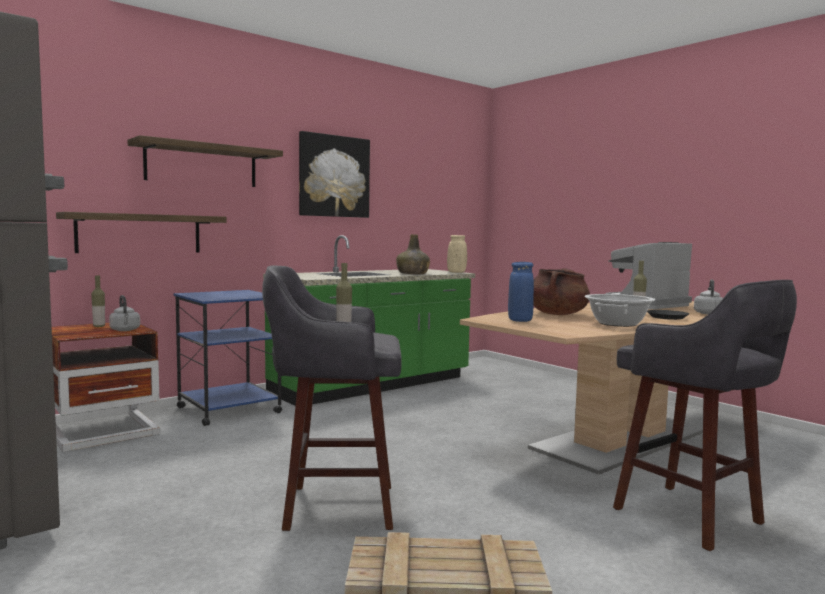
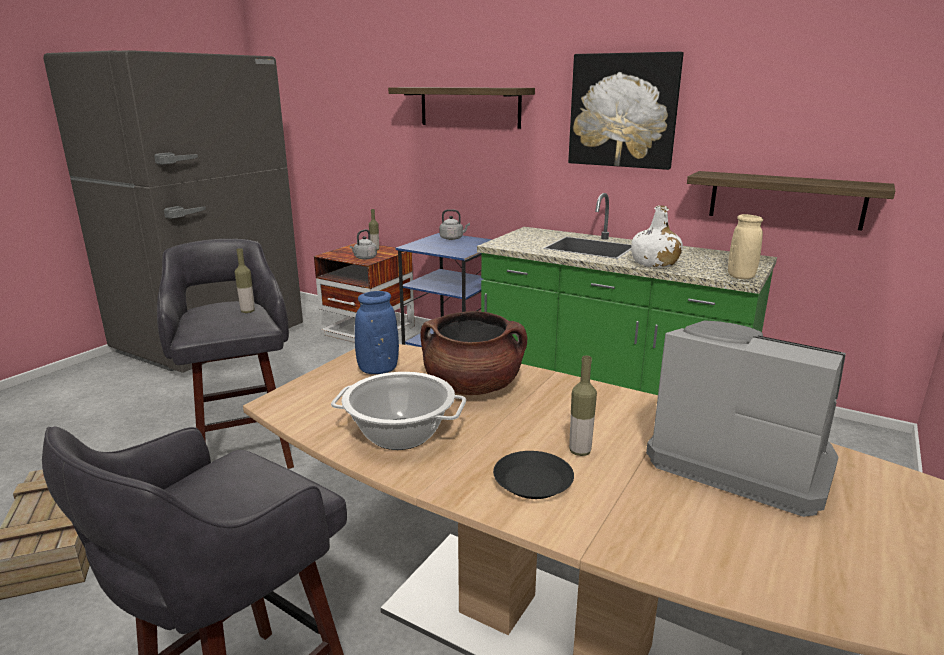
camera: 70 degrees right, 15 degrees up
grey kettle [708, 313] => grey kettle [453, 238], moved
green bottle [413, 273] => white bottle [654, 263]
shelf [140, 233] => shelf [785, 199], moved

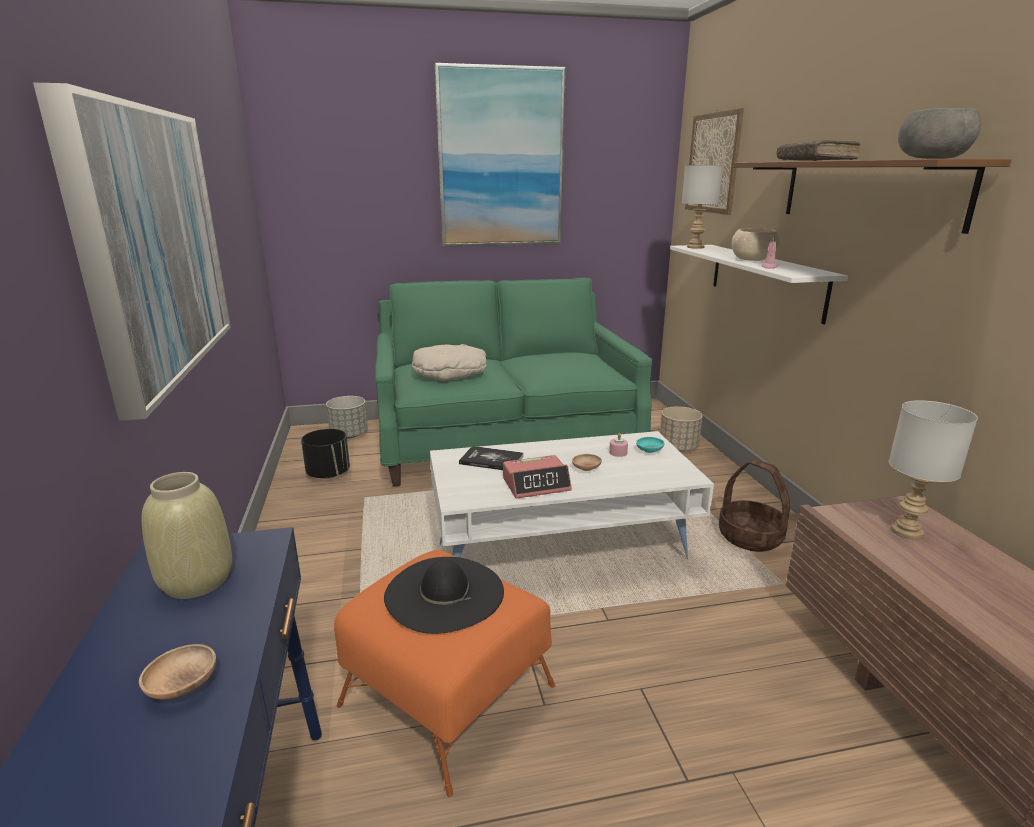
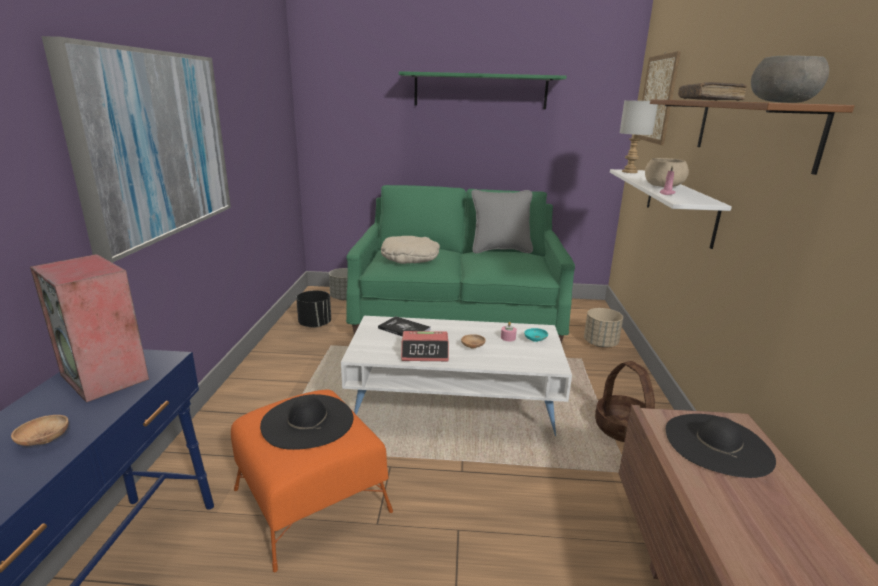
camera: 15 degrees right, 0 degrees up
beige vase [198, 581] => speaker [106, 377]
picture [501, 159] => green shelf [480, 91]
nothing => grey pillow [500, 250]
grey table lamp [905, 531] => black hat [717, 444]

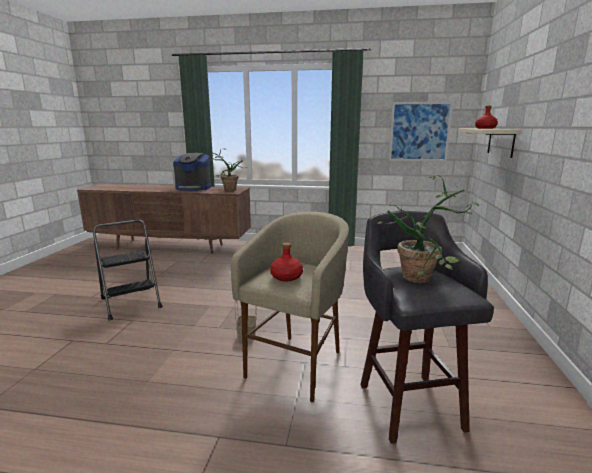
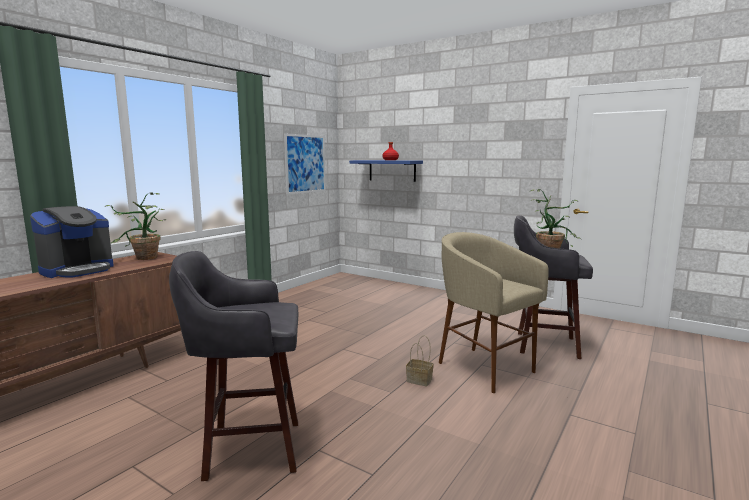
camera: 65 degrees left, 5 degrees down
black step ladder [131, 301] => grey stool [248, 450]
beige shelf [501, 142] => blue shelf [392, 170]
red bottle [286, 277] => nothing

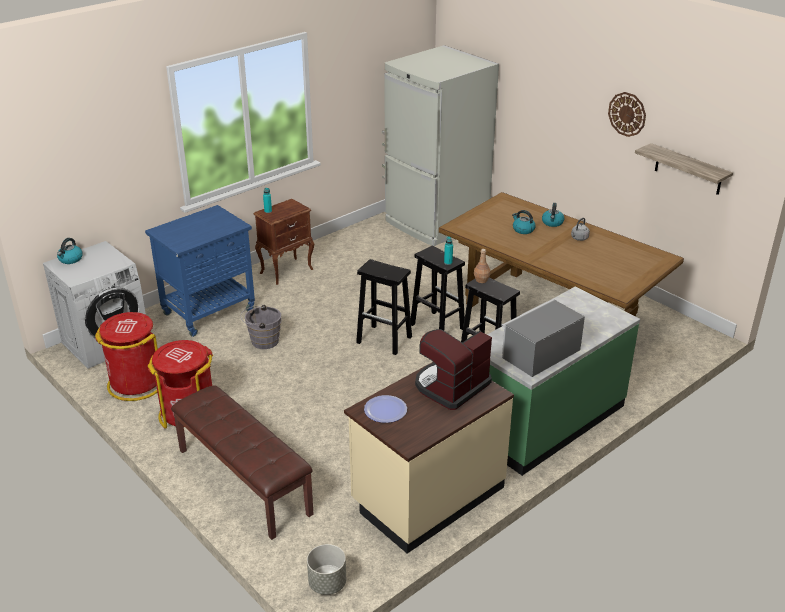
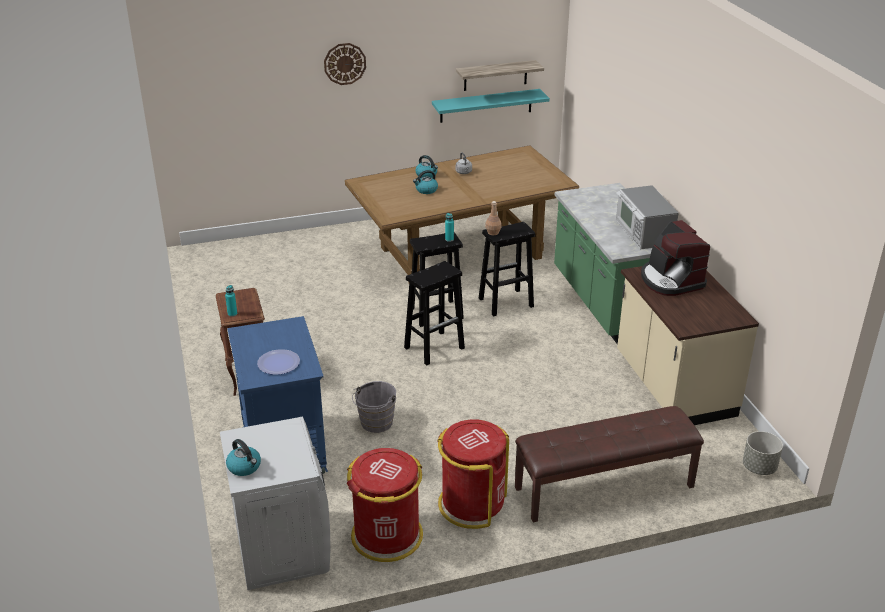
camera: 65 degrees left, 0 degrees up
plate [385, 410] => plate [278, 363], moved
wall clock [627, 114] => wall clock [345, 63], moved
nothing => turquoise shelf [486, 105]
white fridge [435, 221] => nothing

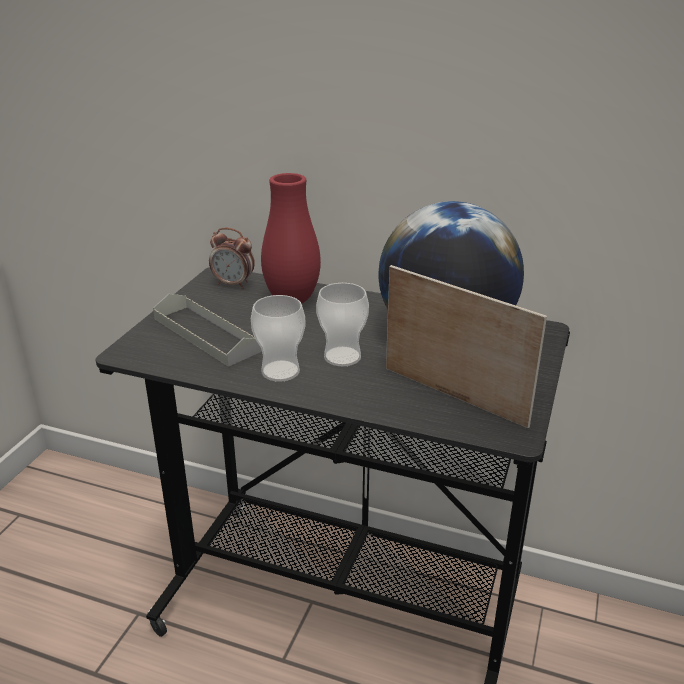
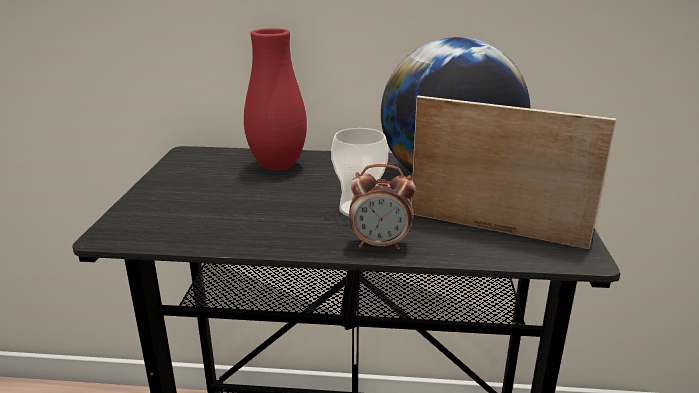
camera: 15 degrees left, 5 degrees down
alarm clock [233, 284] => alarm clock [380, 244], moved
grey tray [206, 334] => nothing
cup [280, 371] => nothing

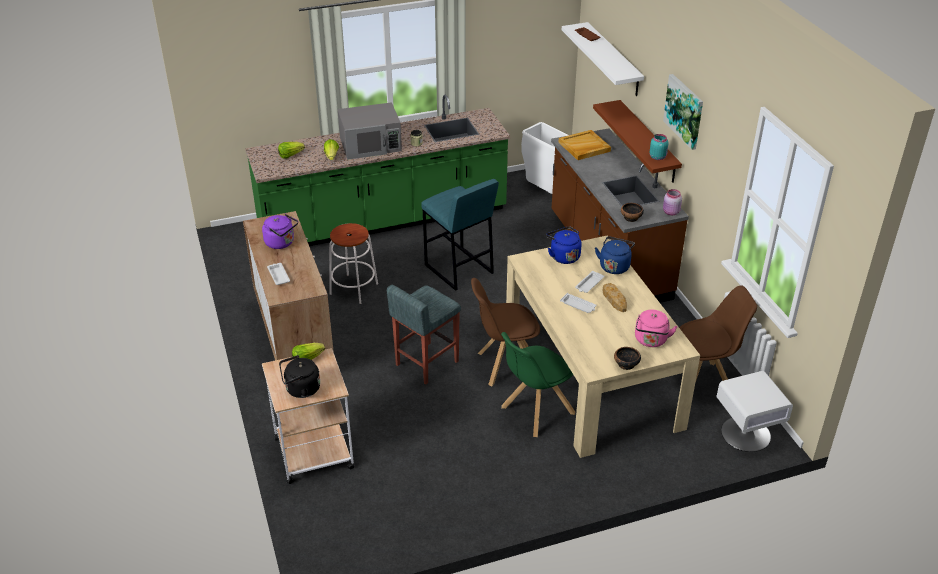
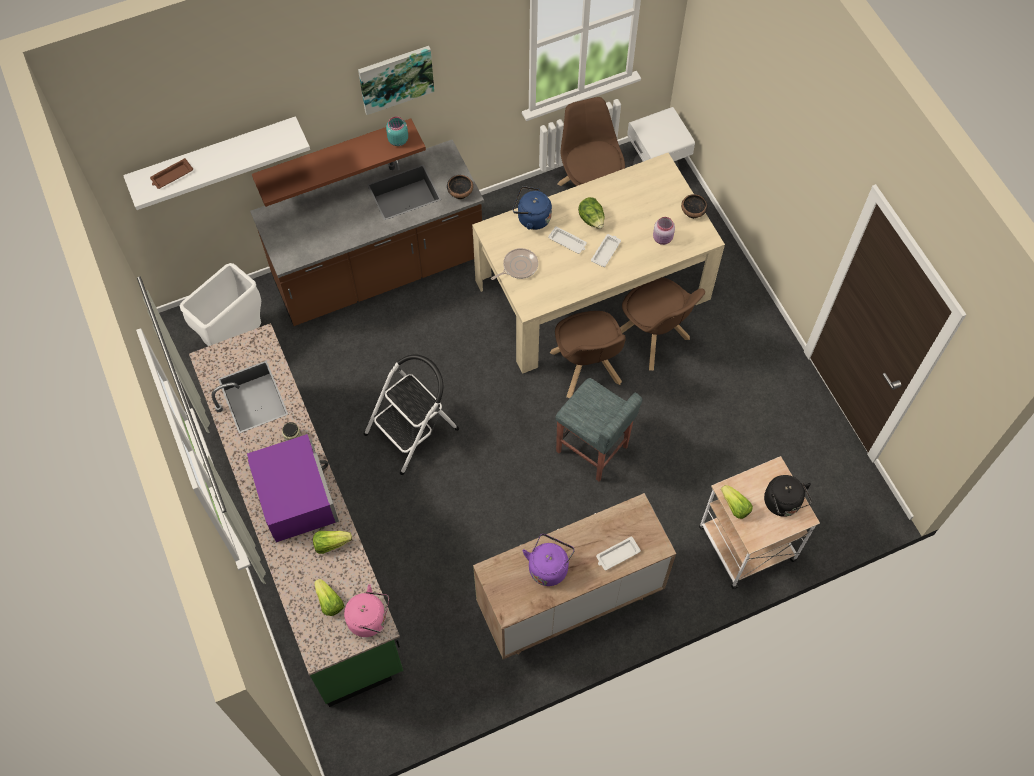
camera: 95 degrees left, 25 degrees up
grey microwave [371, 144] => purple microwave [296, 496]
pink kettle [651, 341] => pink kettle [370, 619], moved
turquoise stool [460, 270] => step ladder [414, 430]
blue kettle [563, 256] => frying pan [518, 266]
bread [614, 299] => lettuce [591, 220]
green chair [535, 412] => brown chair [653, 339]
pink jar [670, 212] => pink jar [663, 238], moved
white stool [354, 289] => nothing
beige tray [584, 147] => nothing

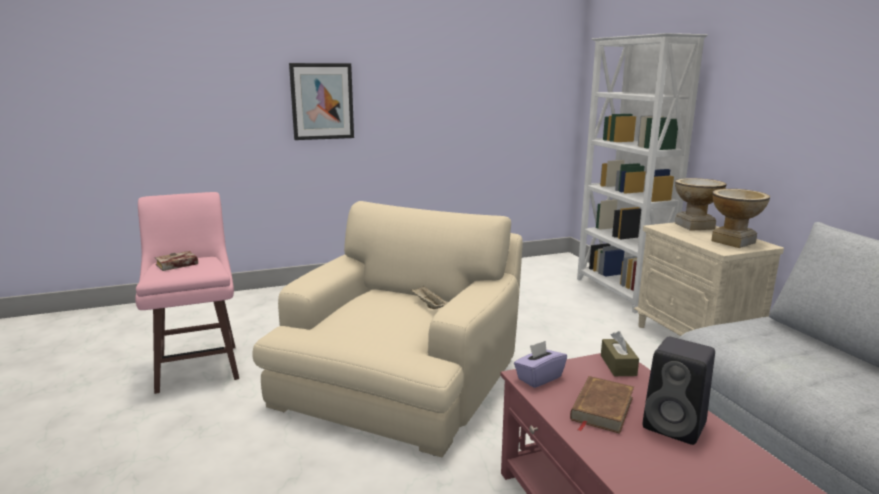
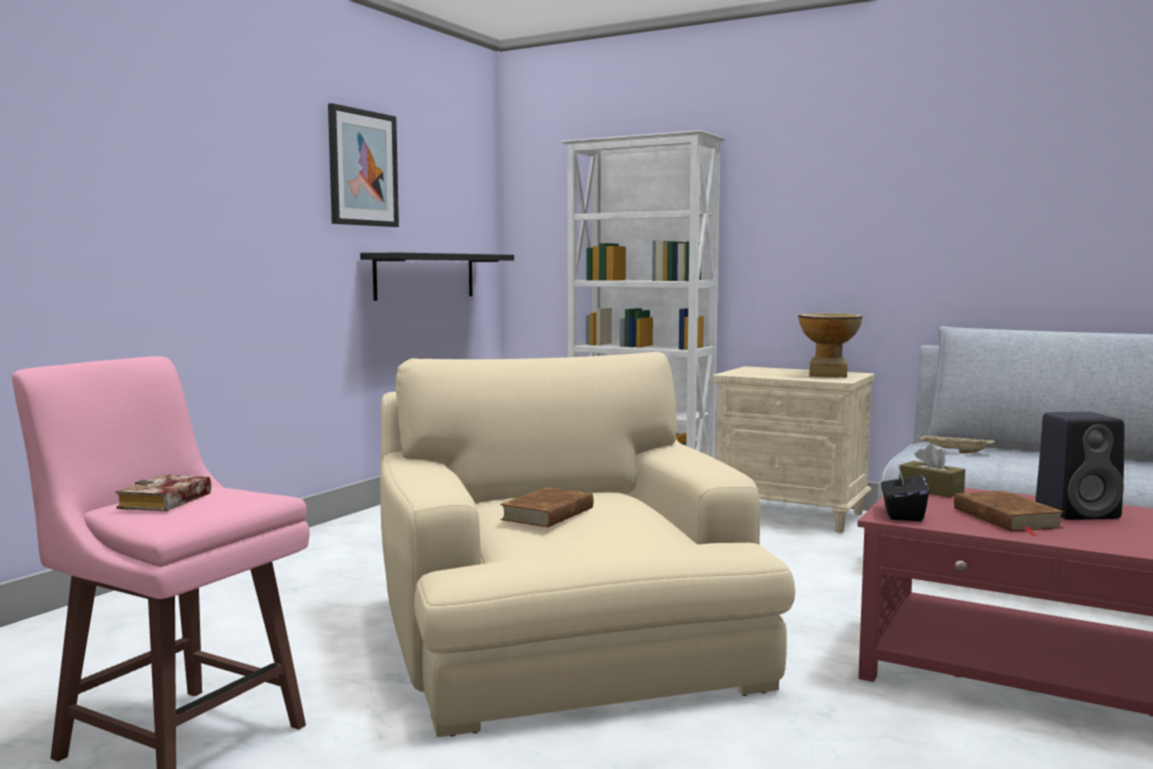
camera: 40 degrees left, 10 degrees down
picture [322, 101] => picture [362, 168], moved
nothing => black shelf [425, 276]
nothing => brown book [548, 514]
purple tissue box [539, 378] => black tissue box [902, 514]
beige tray [428, 305] => beige tray [955, 452], moved
vase [694, 226] => nothing

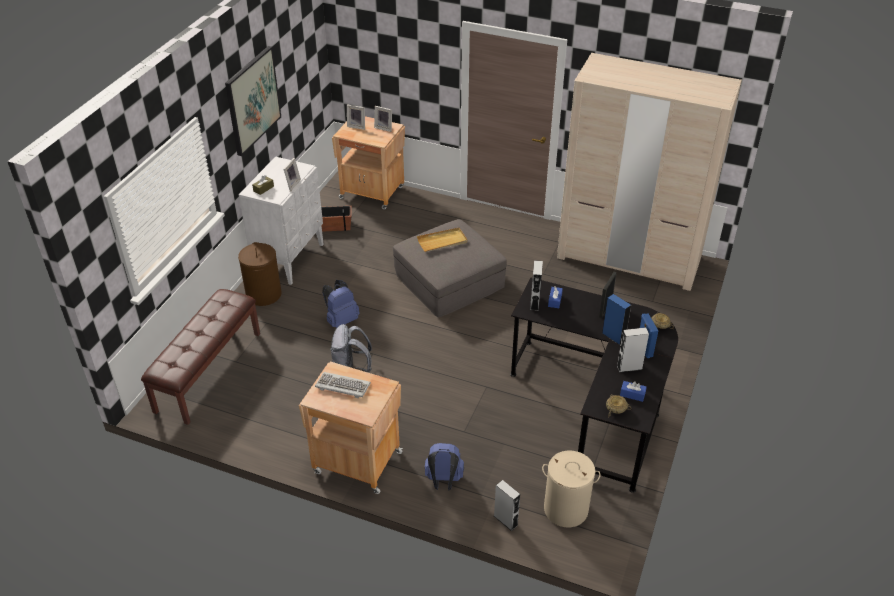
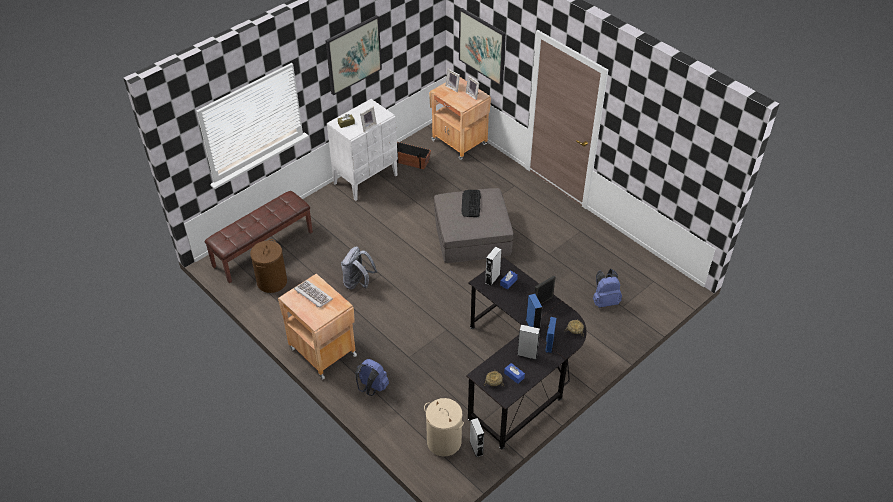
camera: 25 degrees right, 5 degrees up
brown laundry basket [263, 294] => brown laundry basket [272, 281], moved
nothing => picture [482, 46]
beige tray [442, 241] => keyboard [471, 204]
grey speaker [505, 520] => grey speaker [476, 448], moved
blue backpack [341, 320] => blue backpack [605, 301], moved
beige wardrobe [628, 258] => nothing

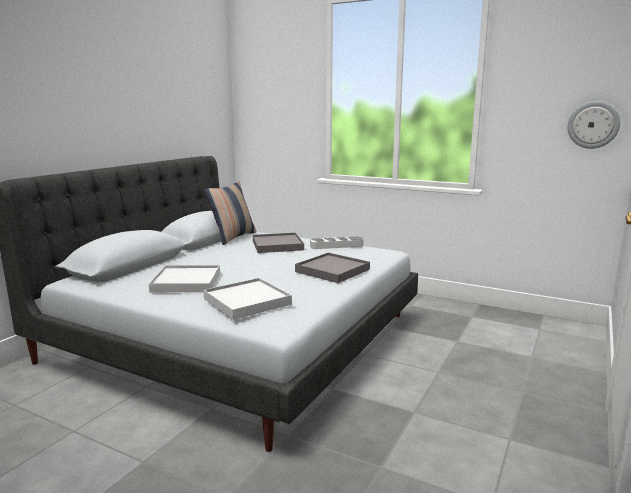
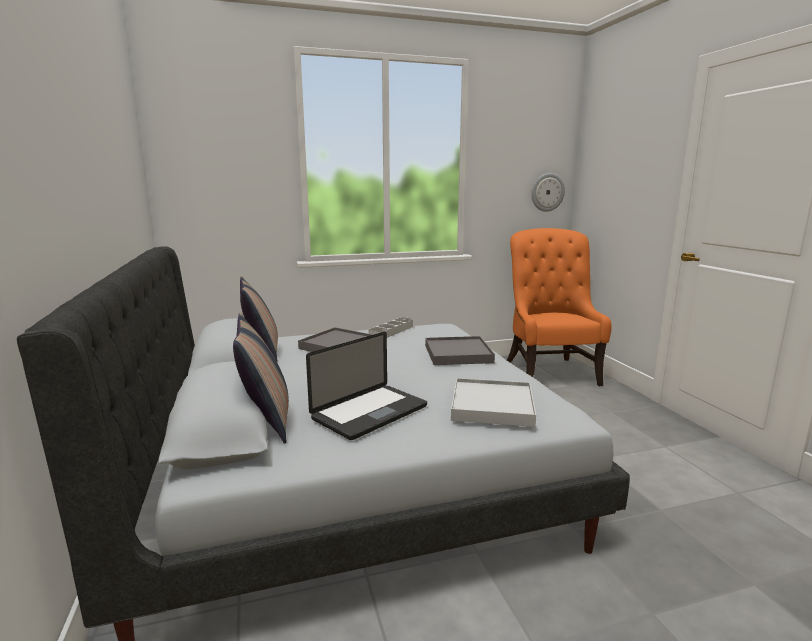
camera: 45 degrees left, 0 degrees up
nothing => pillow [266, 420]
white tray [186, 282] => laptop [370, 413]
nothing => orange chair [549, 372]

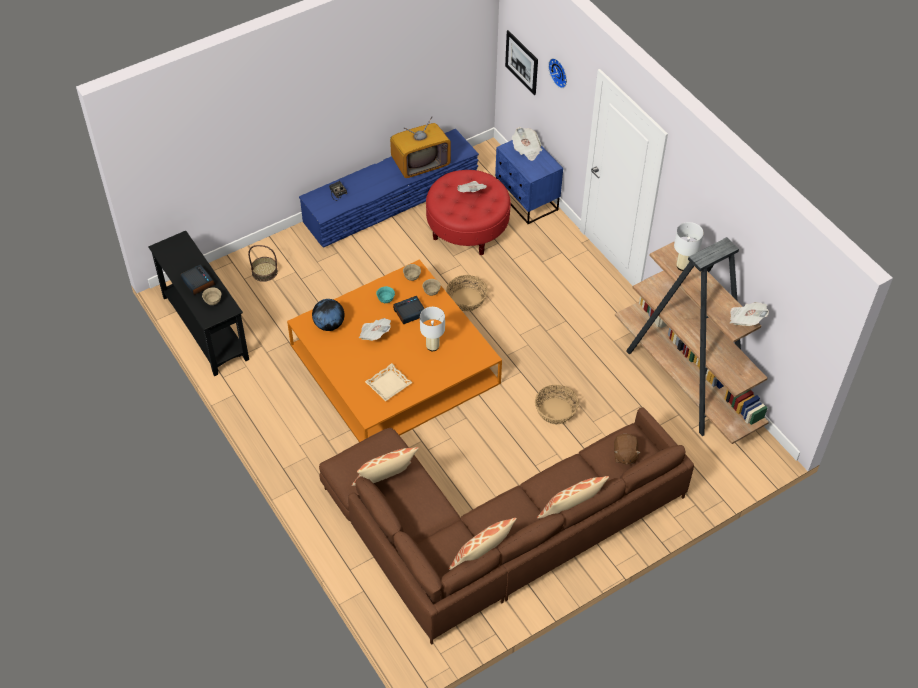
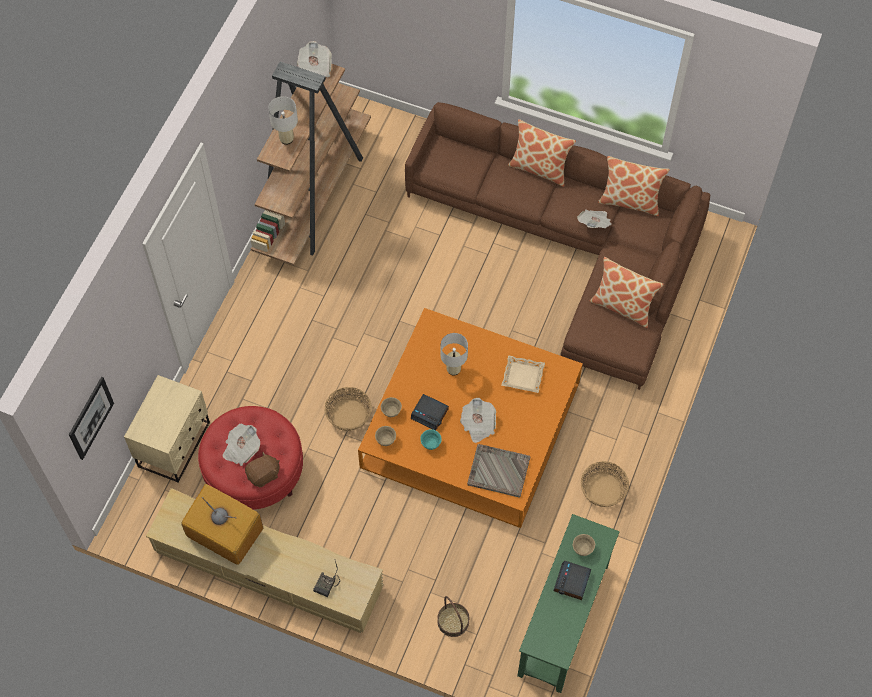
camera: 125 degrees left, 10 degrees up
blue nightstand [526, 200] => beige nightstand [175, 444]
blue tv stand [391, 201] => beige tv stand [267, 570]
brown plush toy [624, 455] => brown plush toy [263, 475], moved
globe [329, 325] => grey tray [498, 471]
black console table [205, 328] => green console table [563, 621]
newspaper [526, 150] => newspaper [594, 223], moved
basket [555, 411] => basket [603, 490], moved
wall clock [559, 72] => nothing

